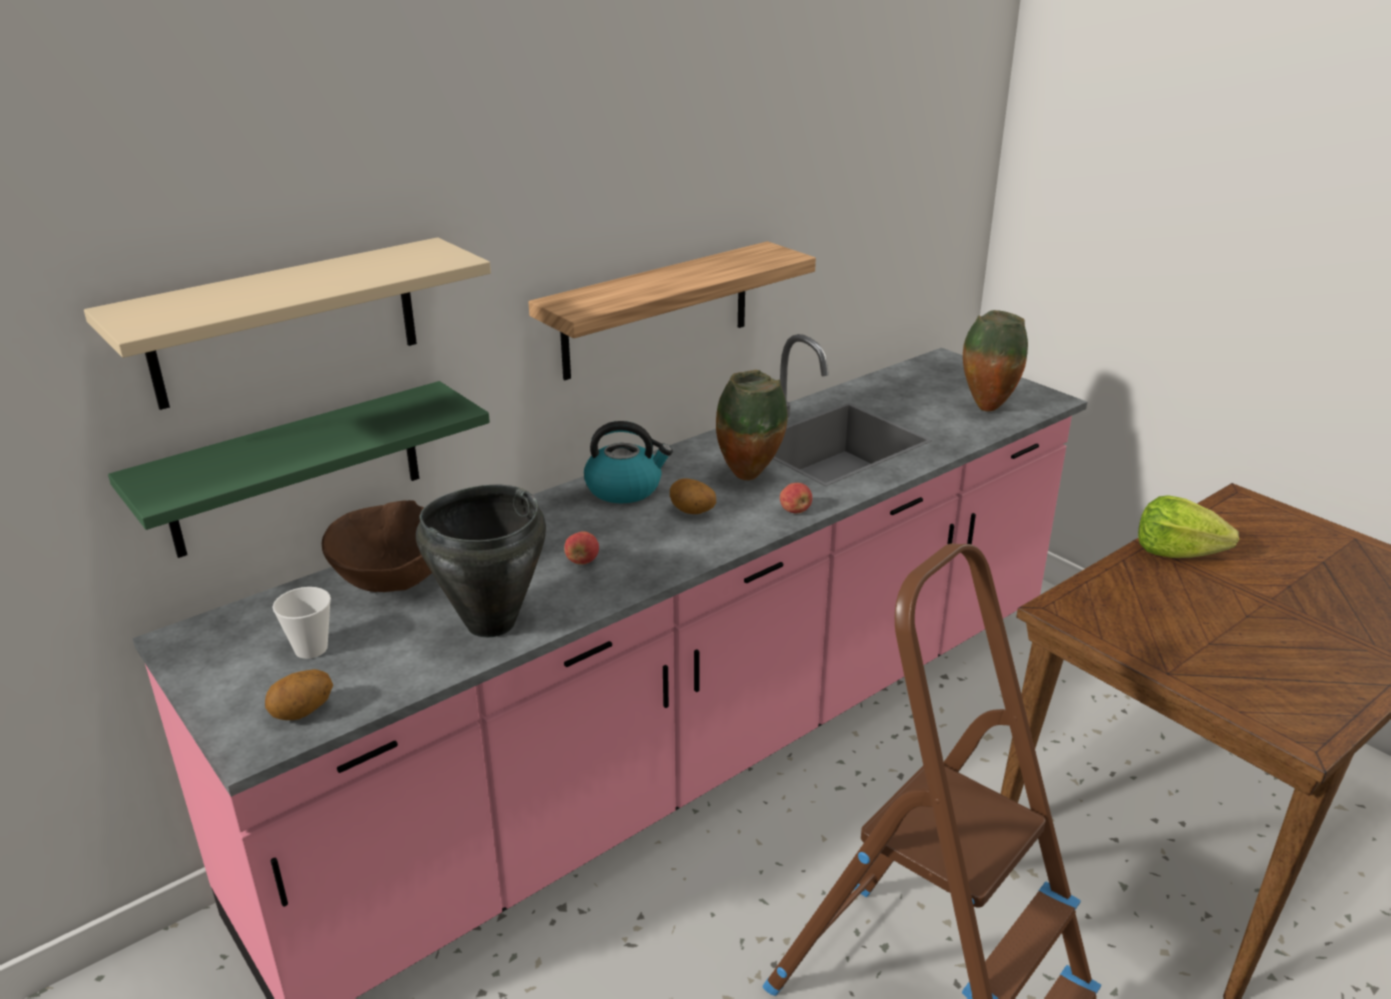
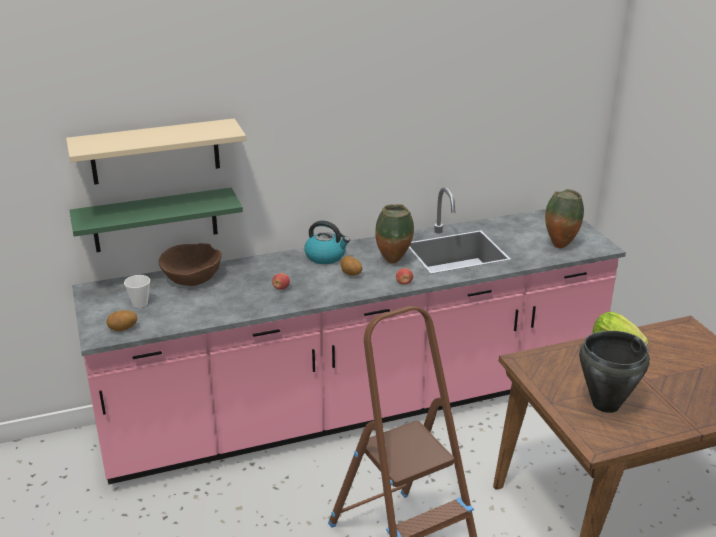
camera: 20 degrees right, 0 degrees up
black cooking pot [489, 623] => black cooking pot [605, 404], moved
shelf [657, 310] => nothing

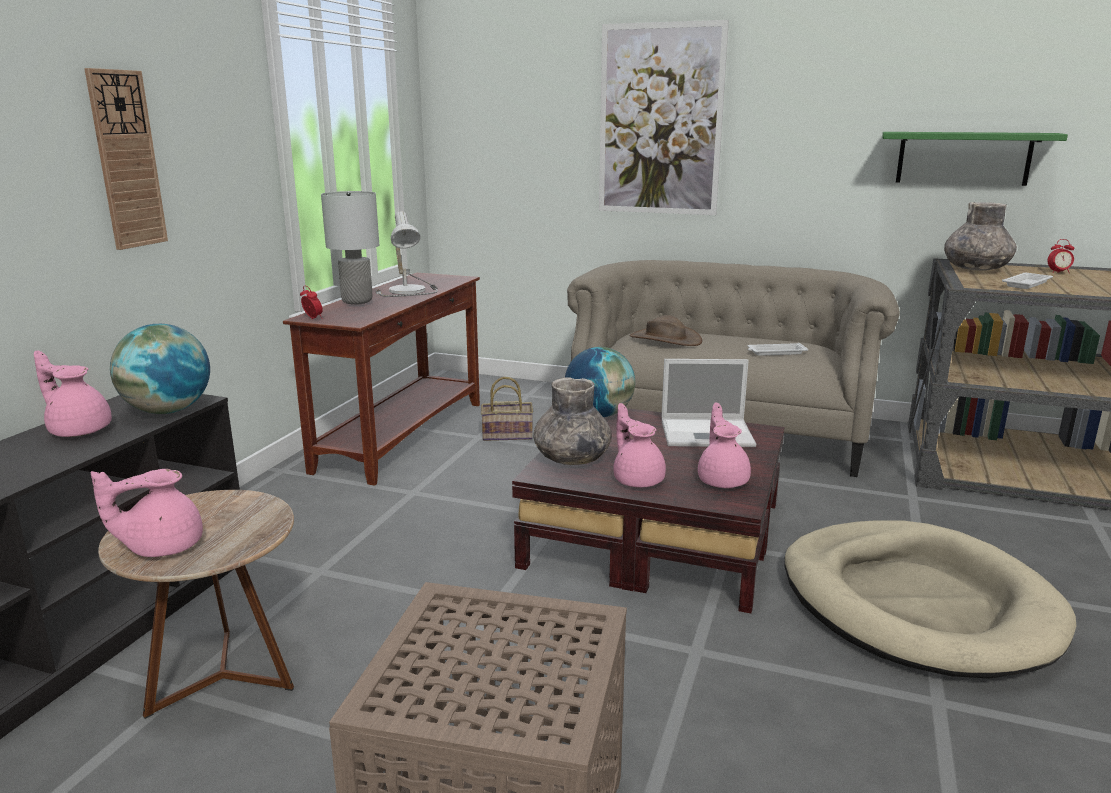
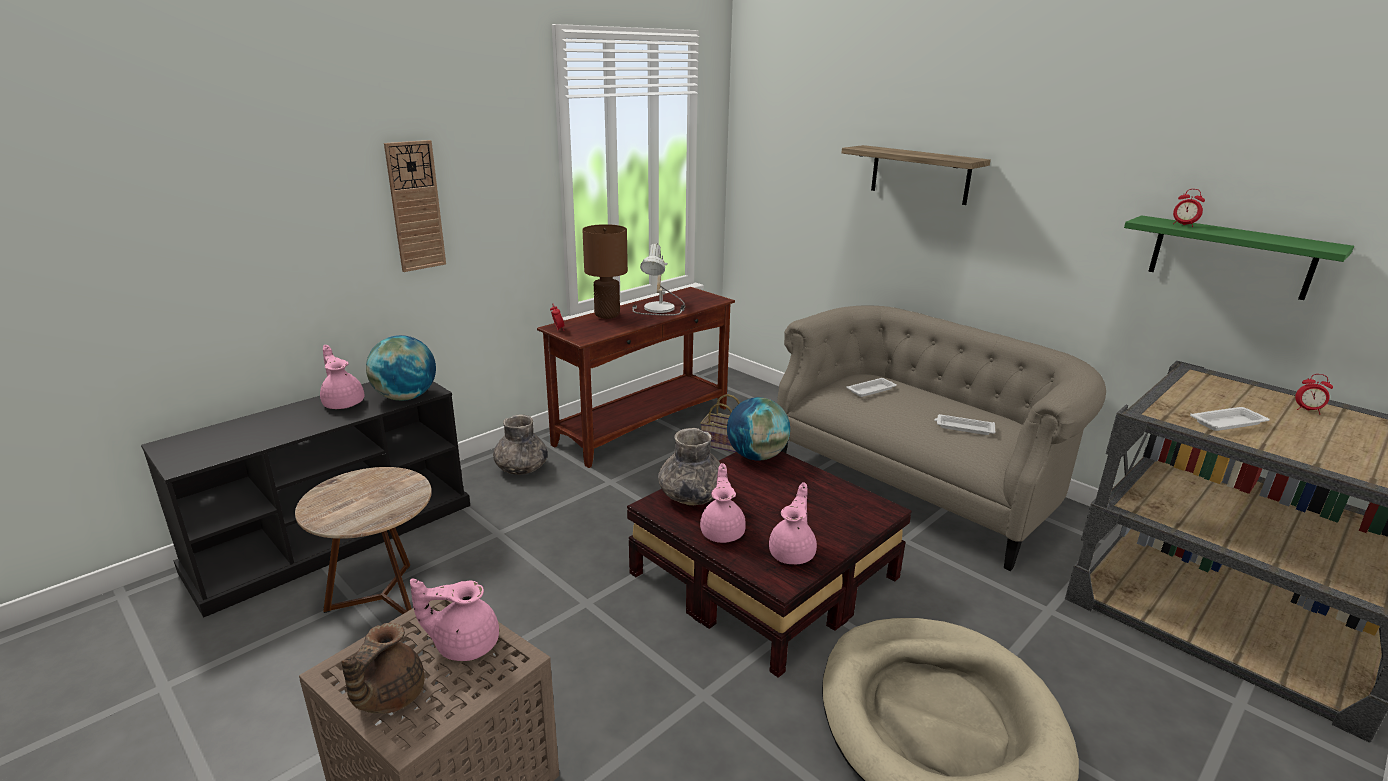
camera: 25 degrees right, 5 degrees up
nothing => brown teapot [388, 697]
pink teapot [162, 547] => pink teapot [464, 644], moved
grey vase [976, 269] => grey vase [521, 468], moved
grey table lamp [357, 303] => brown table lamp [607, 316]
picture [660, 120] => shelf [920, 174]
brown hat [665, 339] => white tray [872, 390]
nothing => alarm clock [1183, 225]
laptop [708, 433] => nothing

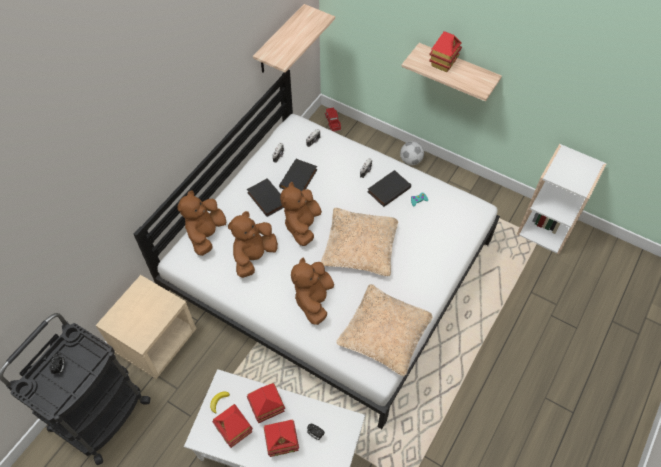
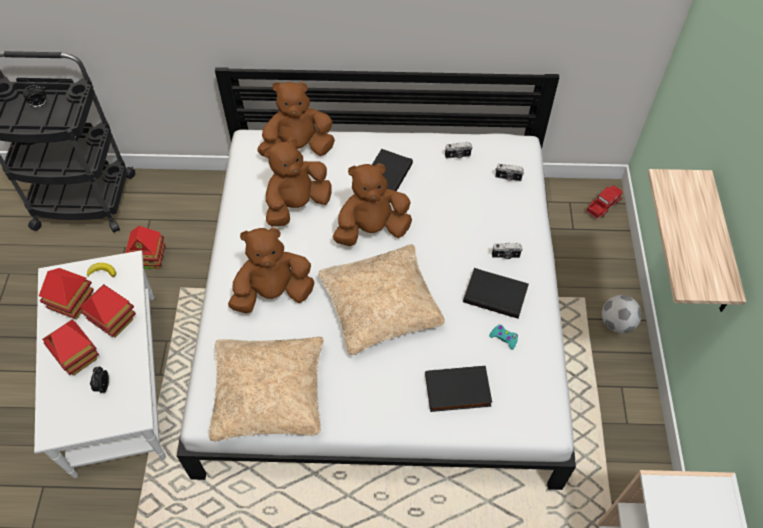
camera: 60 degrees right, 0 degrees up
toy house [443, 63] => toy house [150, 259], moved
brown plush toy [254, 256] => brown plush toy [297, 205], 45 degrees counterclockwise
black book [299, 179] => black book [457, 392], moved
beige nightstand [156, 341] => nothing
shelf [280, 41] => nothing

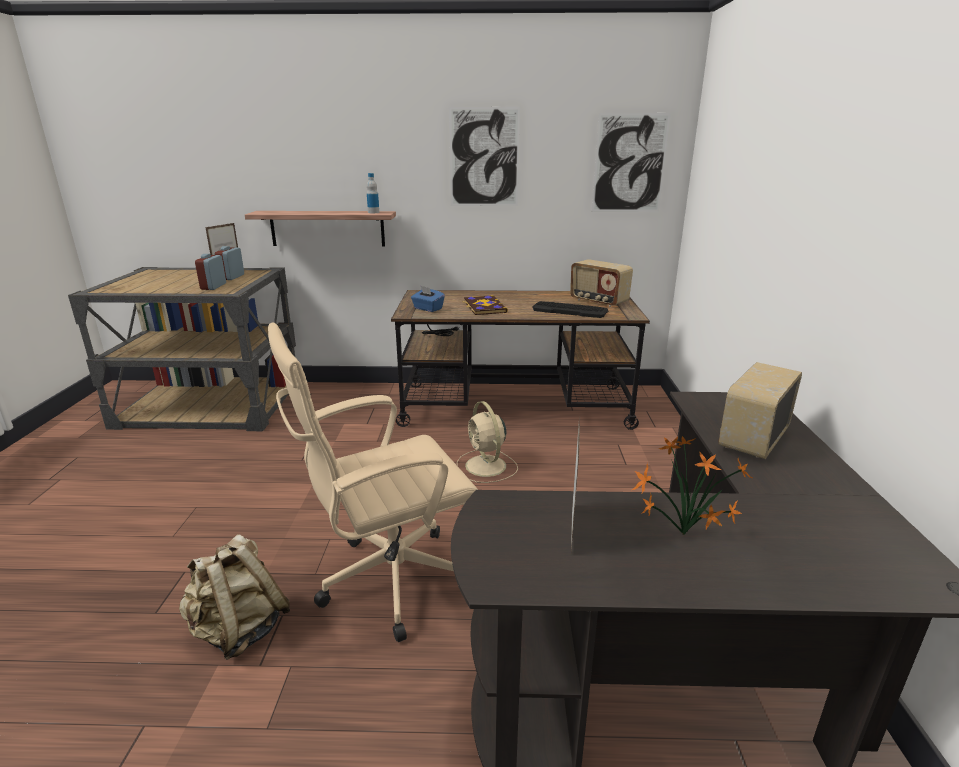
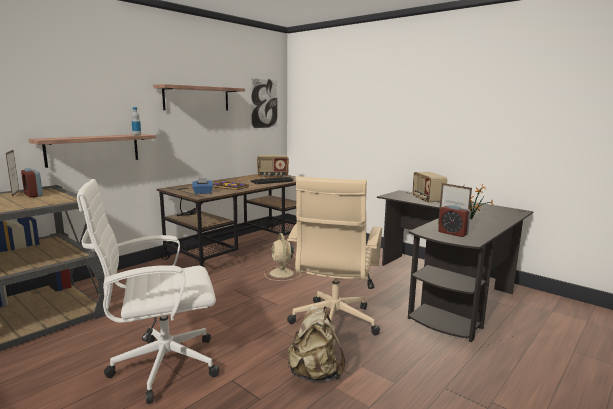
camera: 50 degrees left, 10 degrees down
nothing => white office chair [160, 366]
picture [484, 157] => shelf [197, 98]
beige fan [486, 467] => beige fan [281, 274], 60 degrees clockwise
alarm clock [213, 286] => alarm clock [452, 233], moved

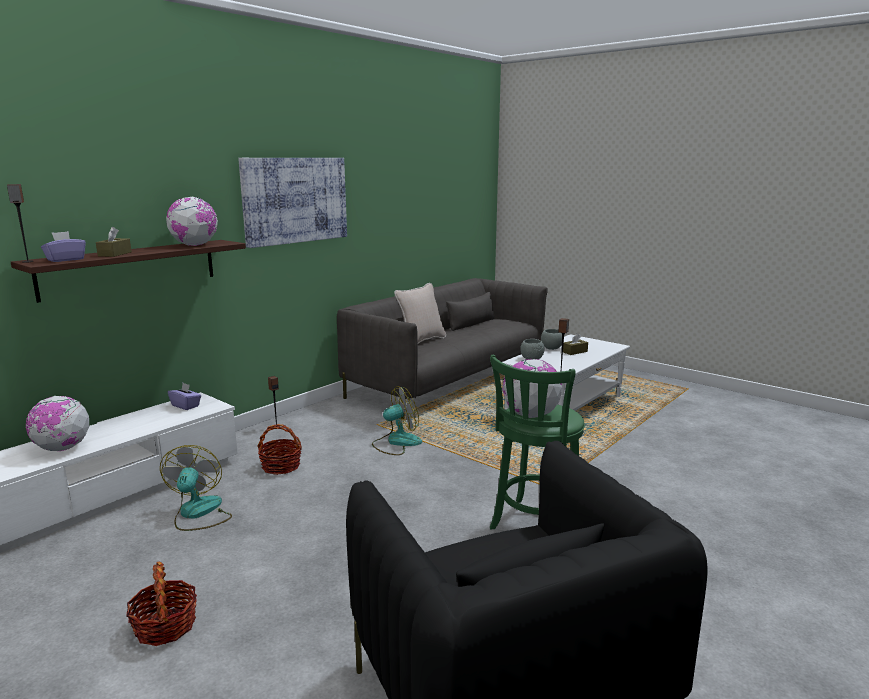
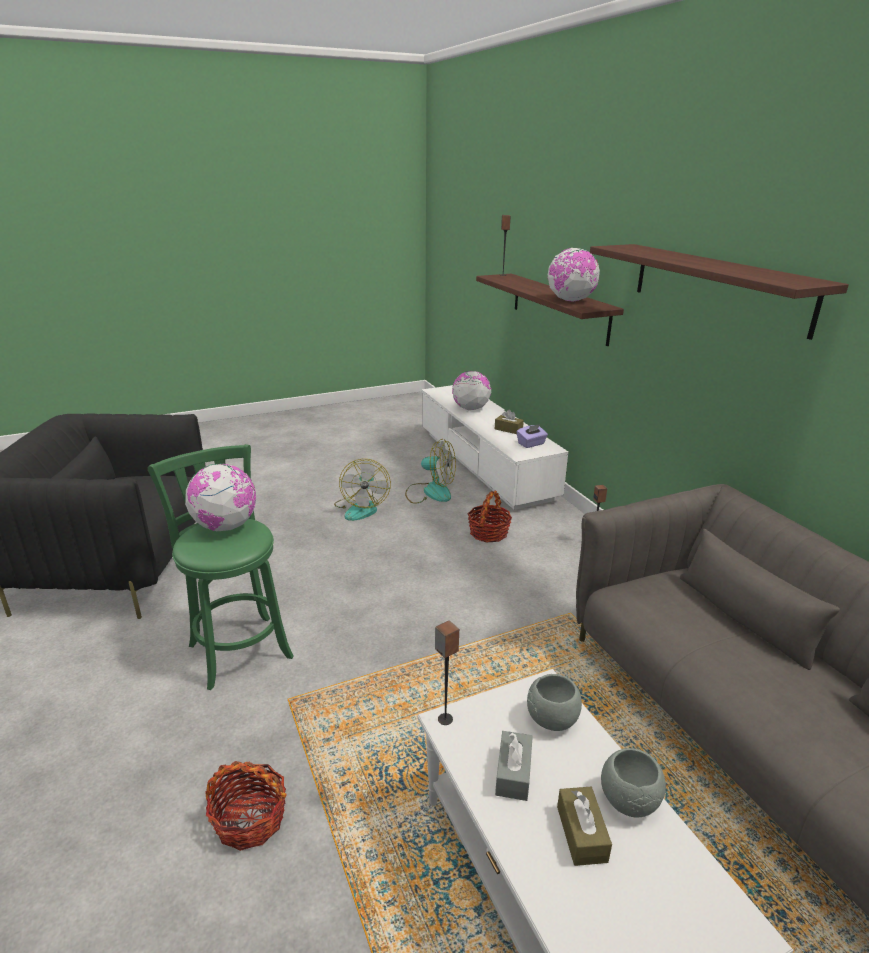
camera: 115 degrees right, 10 degrees up
basket [165, 626] => basket [250, 819], moved
fan [396, 442] => fan [361, 508], moved
brown tissue box [115, 254] => brown tissue box [508, 429], moved
nothing => grey tissue box [513, 773]
picture [294, 200] => shelf [718, 286]
purple tissue box [65, 260] => nothing
beige pillow [421, 341] => nothing

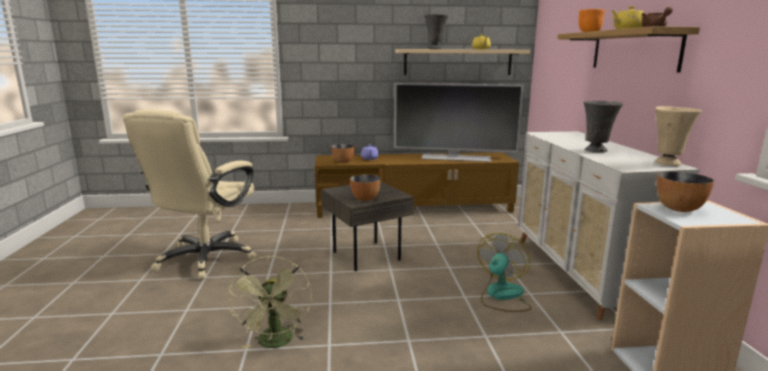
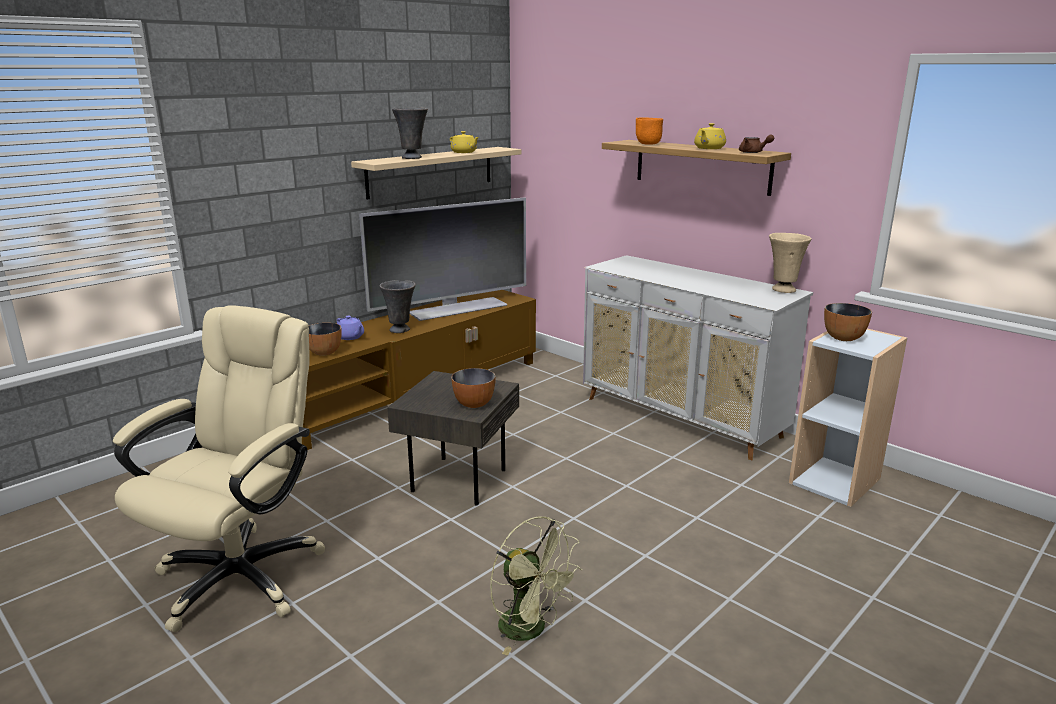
camera: 40 degrees left, 5 degrees up
beige office chair [206, 258] => beige office chair [239, 577], 135 degrees counterclockwise
grey vase [596, 150] => grey vase [400, 330], moved
fan [502, 296] => nothing

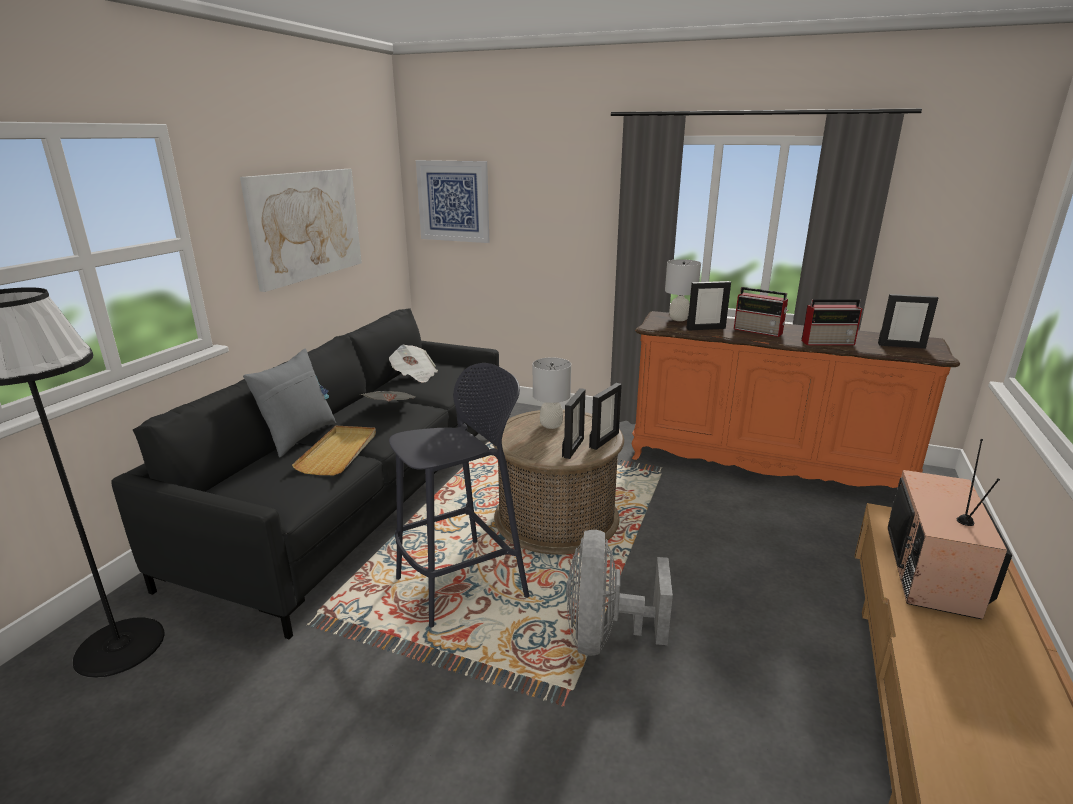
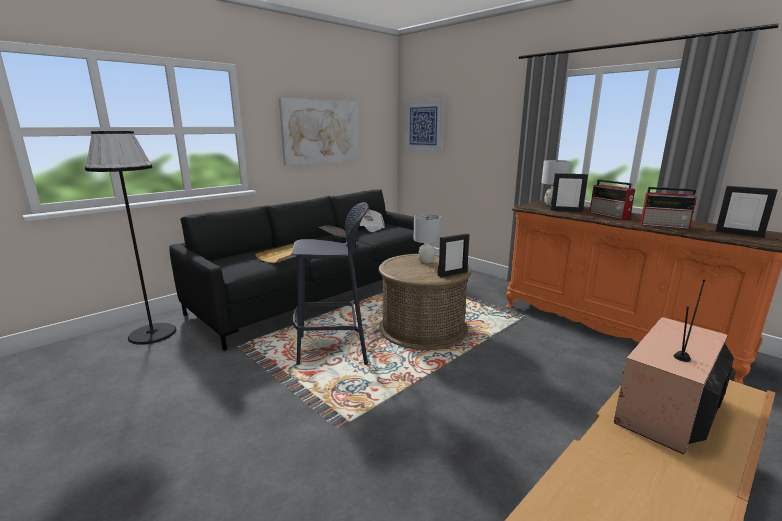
camera: 25 degrees right, 5 degrees down
grey pillow [299, 438] => nothing
picture frame [573, 448] => nothing
grey fan [605, 636] => nothing

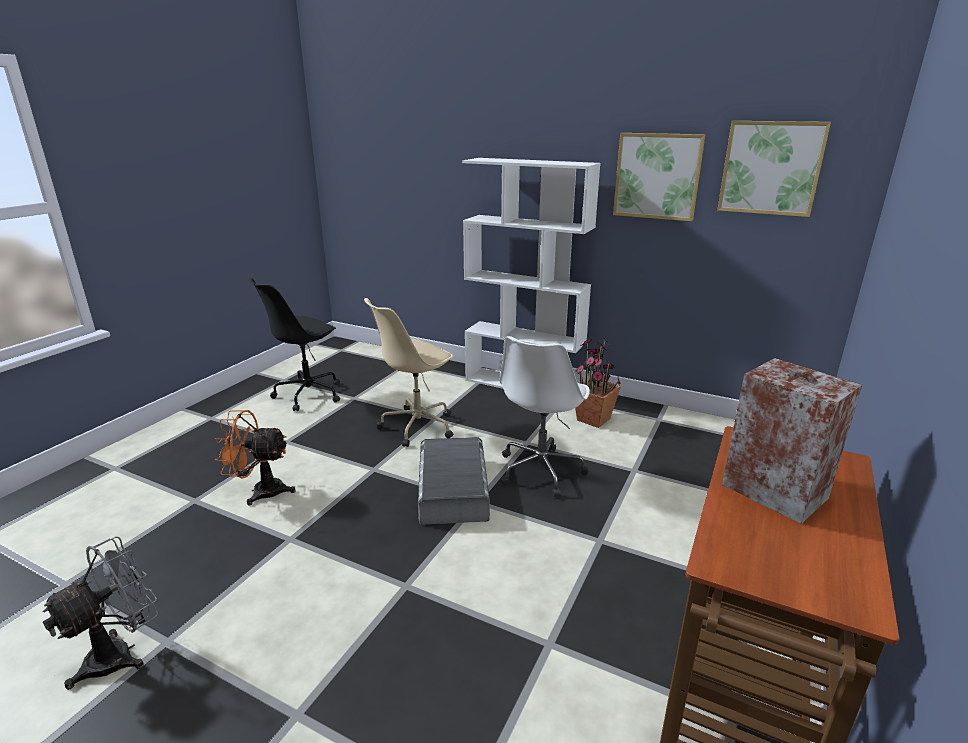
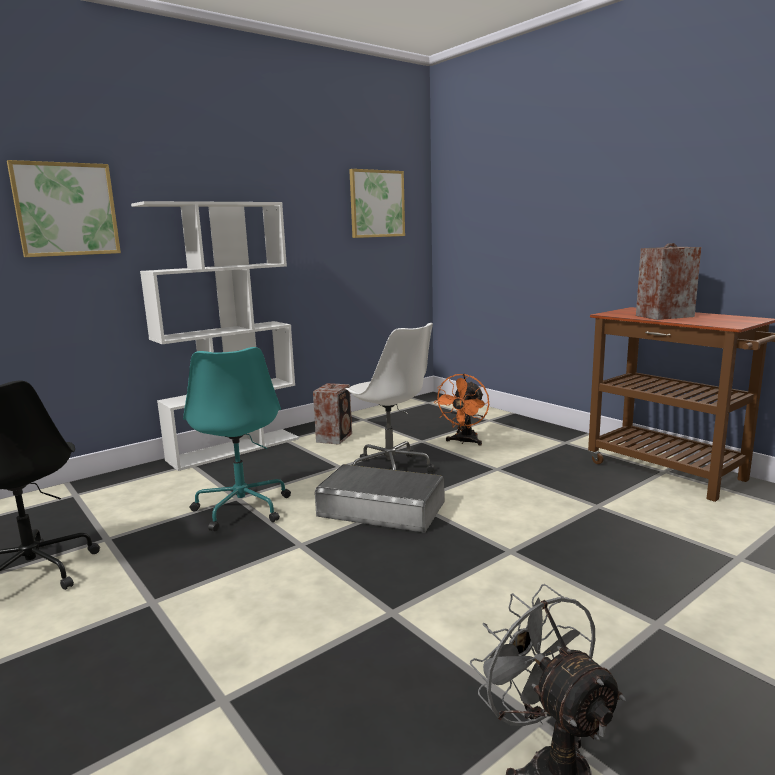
camera: 65 degrees left, 10 degrees down
picture [657, 176] => picture [66, 209], moved
beige office chair [416, 427] => turquoise office chair [242, 510]
potted plant [593, 419] => speaker [335, 437]
orange fan [260, 491] => orange fan [464, 442], moved

